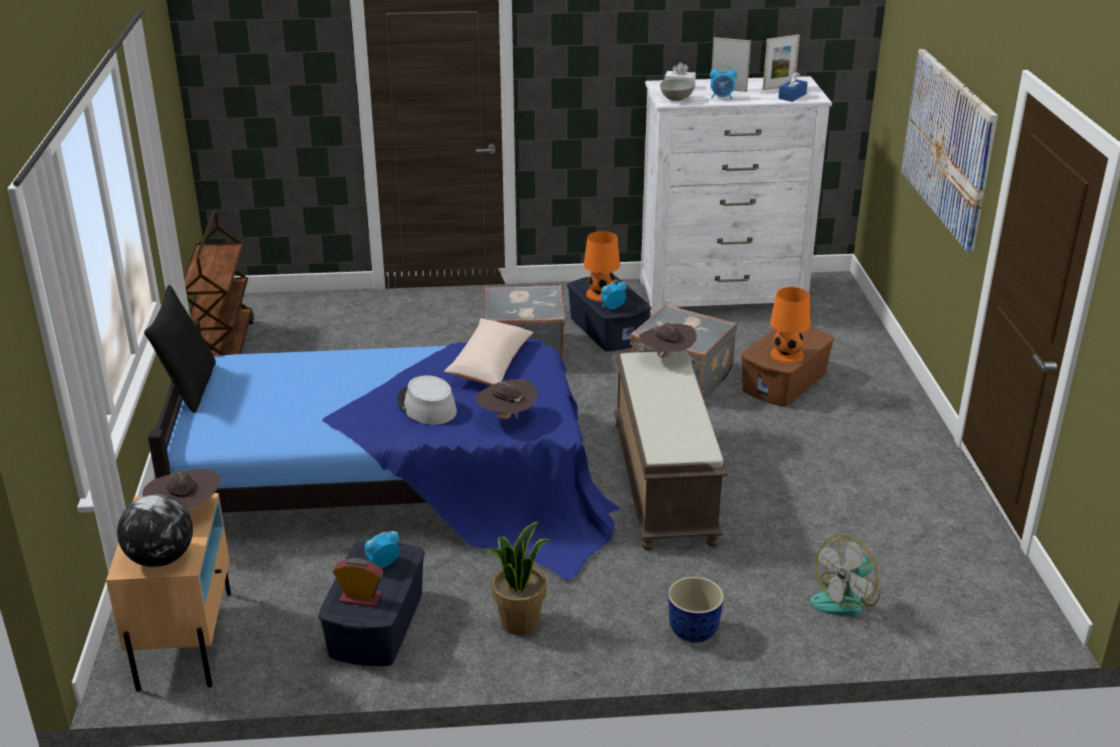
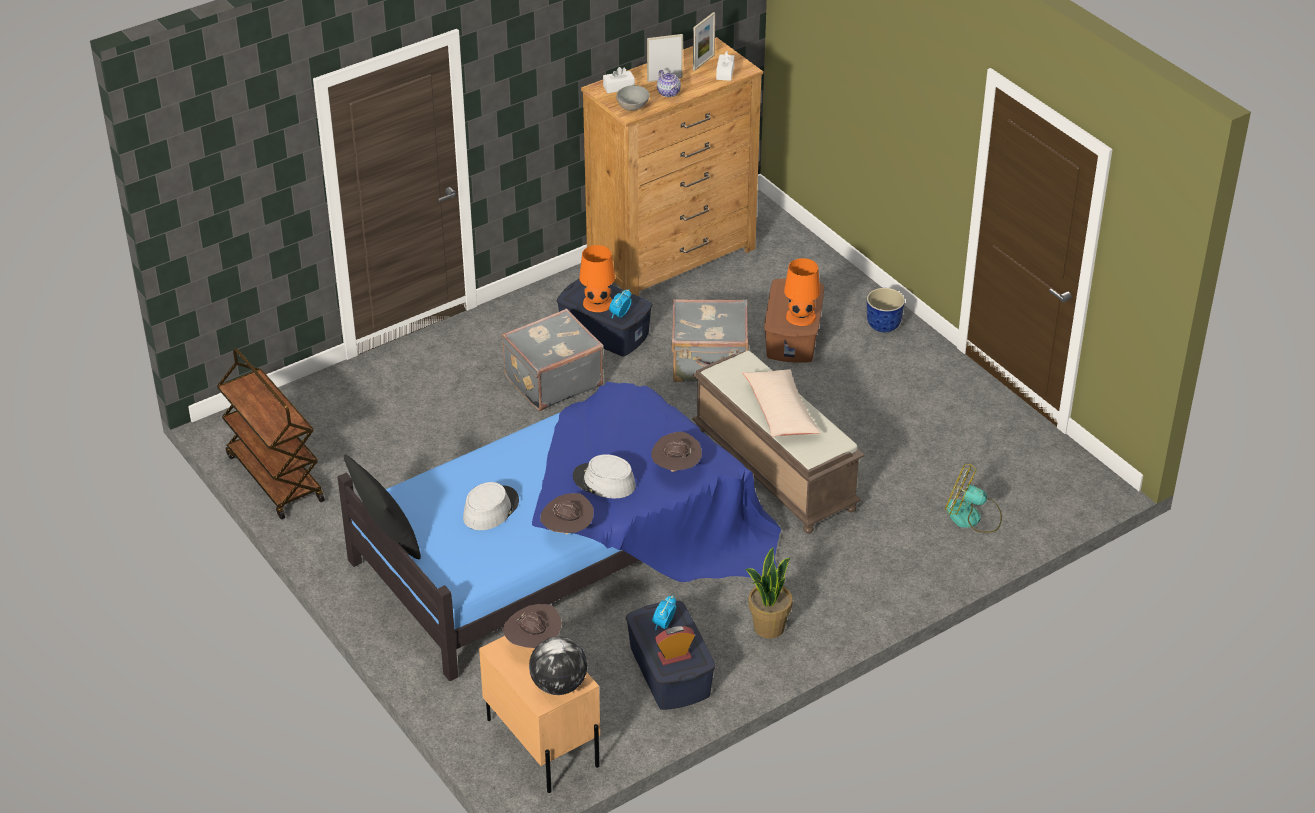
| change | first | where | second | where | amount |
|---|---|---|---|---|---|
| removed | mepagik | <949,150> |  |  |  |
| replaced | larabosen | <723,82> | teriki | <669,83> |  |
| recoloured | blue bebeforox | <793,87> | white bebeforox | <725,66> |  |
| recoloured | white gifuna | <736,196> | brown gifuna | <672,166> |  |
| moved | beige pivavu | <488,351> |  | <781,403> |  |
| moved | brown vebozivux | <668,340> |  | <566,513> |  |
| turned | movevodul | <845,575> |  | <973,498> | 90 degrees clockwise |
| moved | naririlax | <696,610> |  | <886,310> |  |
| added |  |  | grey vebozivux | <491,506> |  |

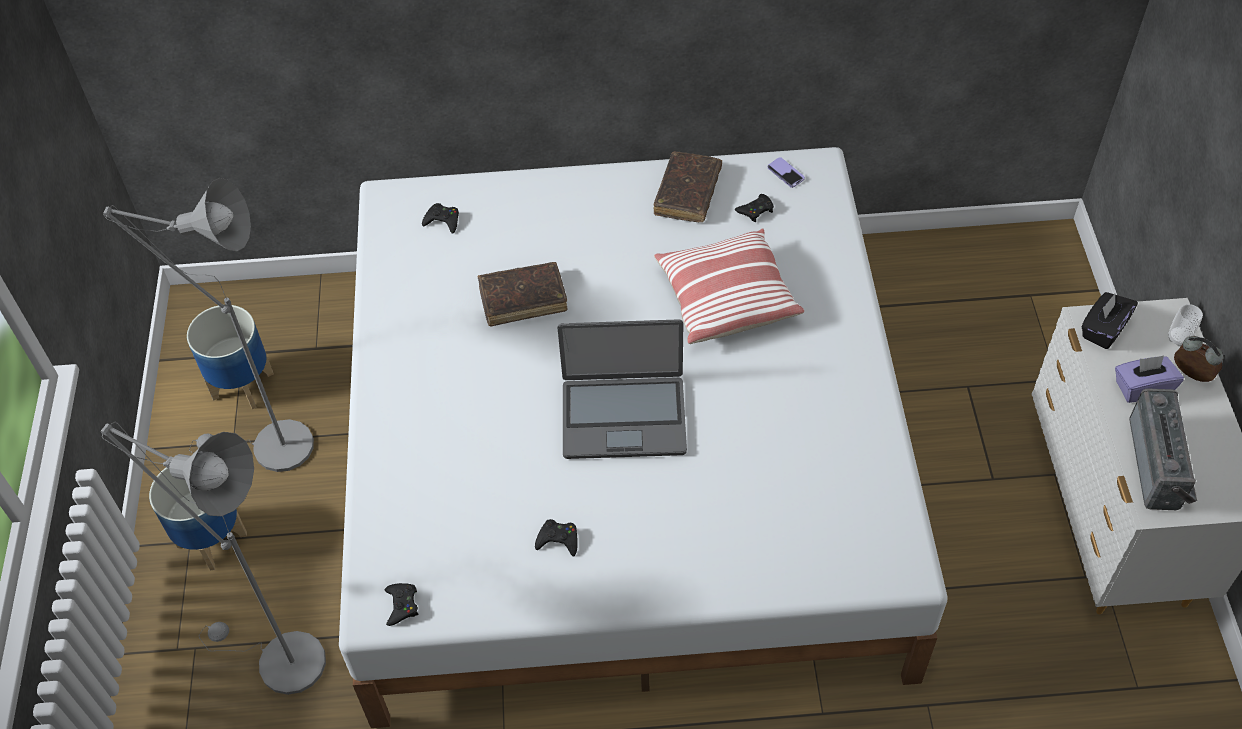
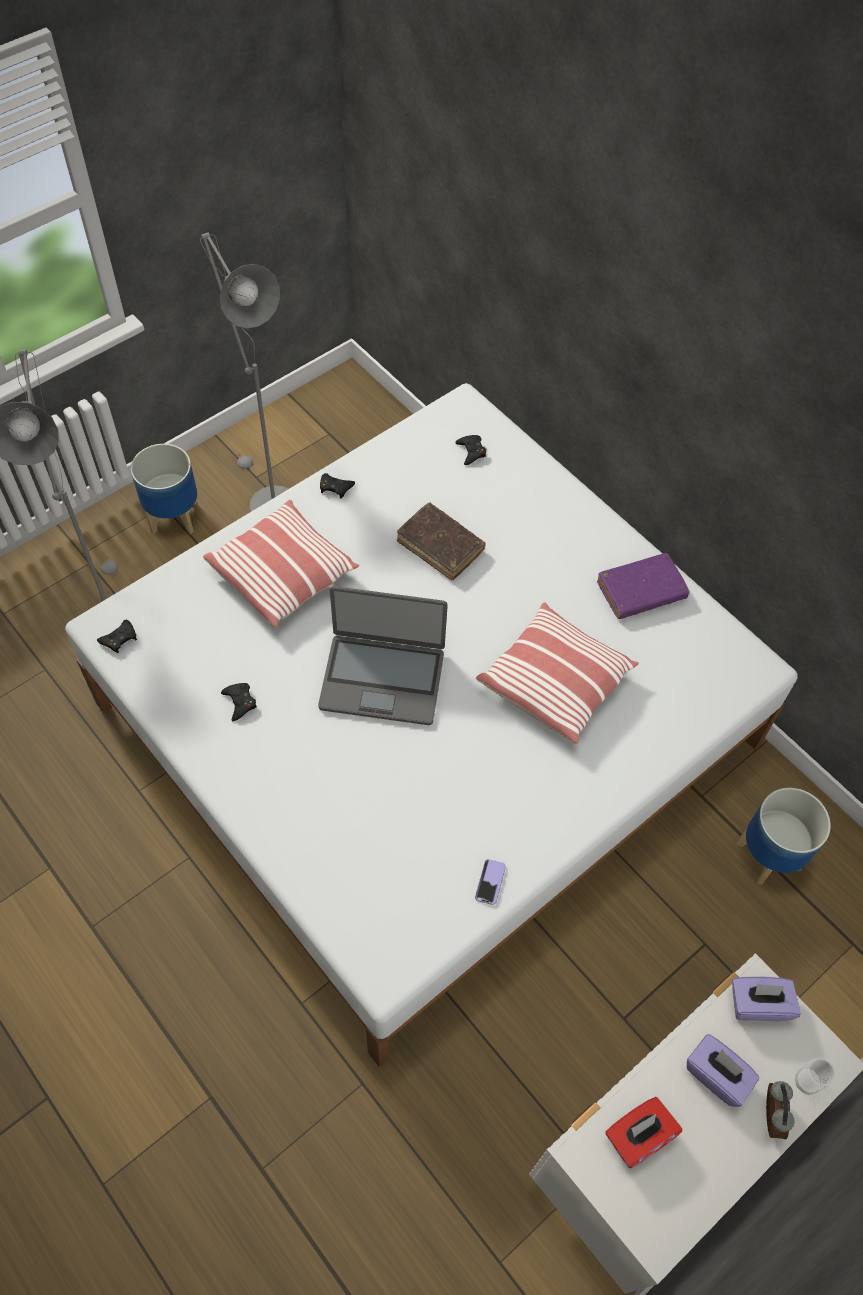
| change | first | where | second | where | amount |
|---|---|---|---|---|---|
| recoloured | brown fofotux | <687,186> | purple fofotux | <643,586> |  |
| moved | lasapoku | <786,172> |  | <490,882> |  |
| moved | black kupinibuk | <754,208> |  | <337,486> |  |
| recoloured | black bebeforox | <1109,320> | purple bebeforox | <766,999> |  |
| moved | naririlax | <230,357> |  | <783,836> |  |
| turned | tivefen | <622,389> |  | <383,655> | 45 degrees counterclockwise |
| replaced | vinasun | <1163,449> | red bebeforox | <643,1133> |  |
| added |  |  | pivavu | <281,564> |  |

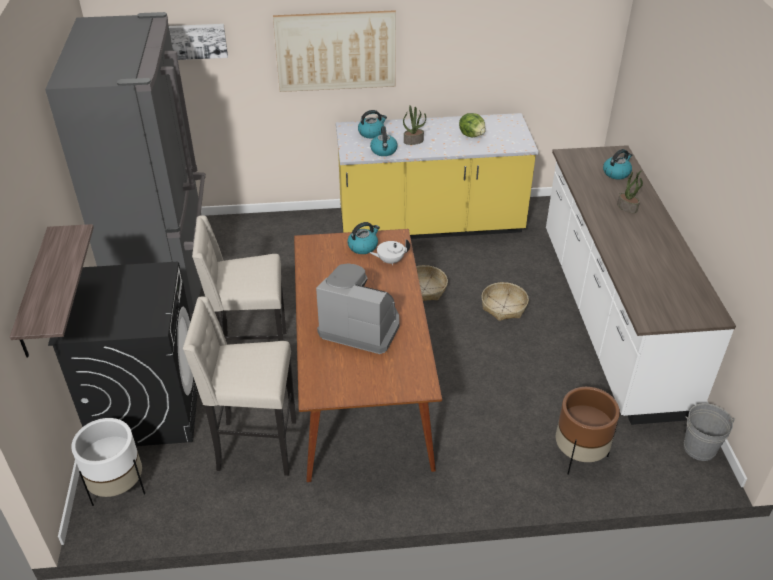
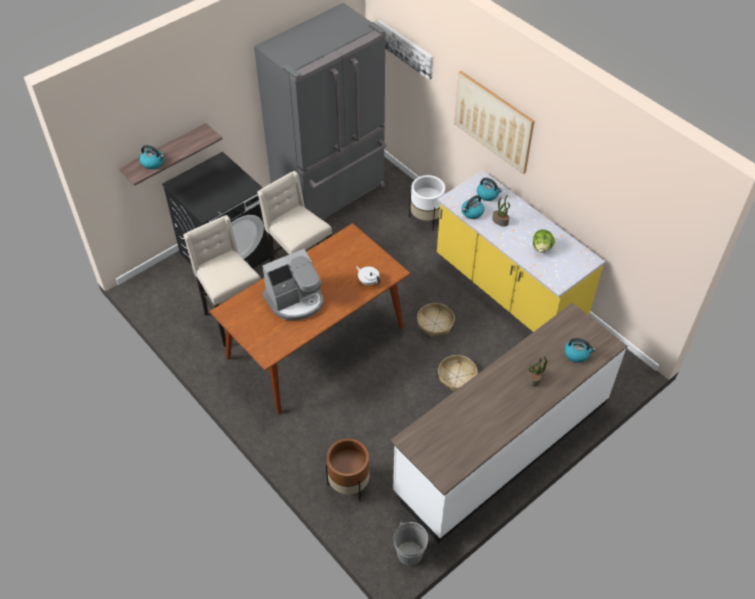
| change | first | where | second | where | amount |
|---|---|---|---|---|---|
| moved | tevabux | <363,238> |  | <152,157> |  |
| turned | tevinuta | <358,308> |  | <292,284> | 75 degrees clockwise |
| moved | white naririlax | <108,462> |  | <427,203> |  |

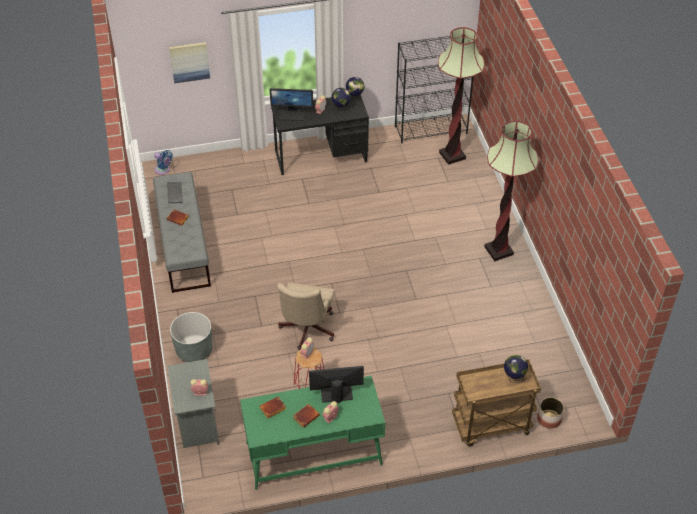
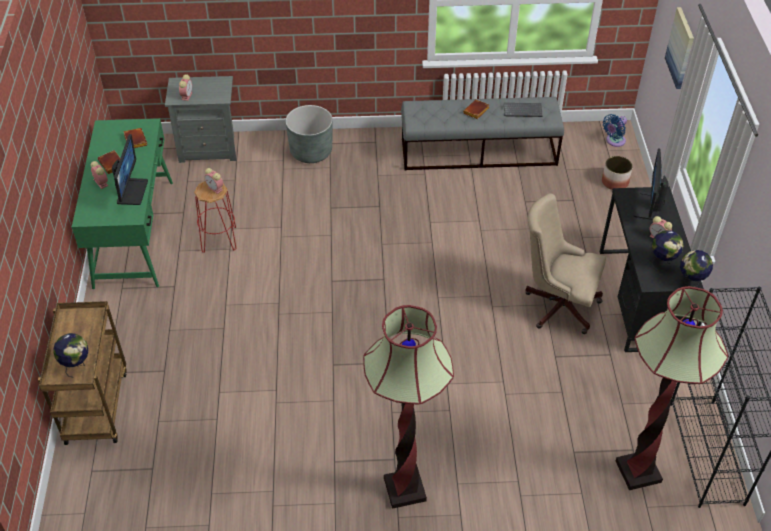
| change | first | where | second | where | amount |
|---|---|---|---|---|---|
| moved | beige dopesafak | <306,316> |  | <565,263> |  |
| moved | naririlax | <550,413> |  | <617,173> |  |

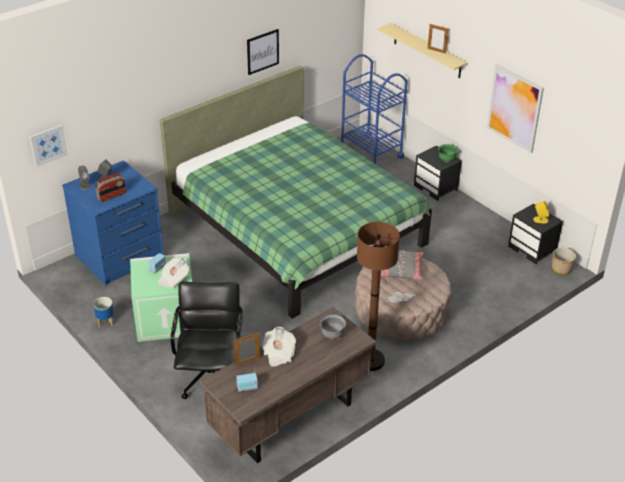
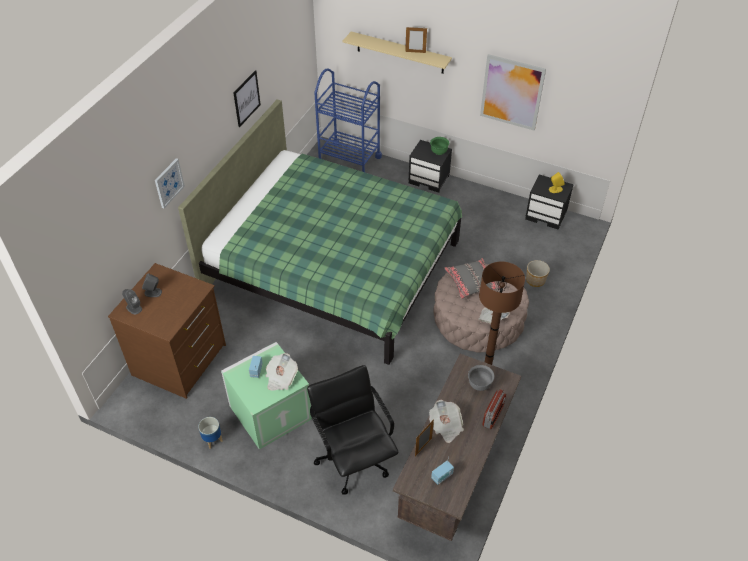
| change | first | where | second | where | amount |
|---|---|---|---|---|---|
| moved | mepagik | <48,146> |  | <170,183> |  |
| recoloured | blue gifuna | <113,223> | brown gifuna | <167,331> |  |
| moved | vinasun | <110,187> |  | <494,409> |  |
| moved | naririlax | <564,261> |  | <538,273> |  |

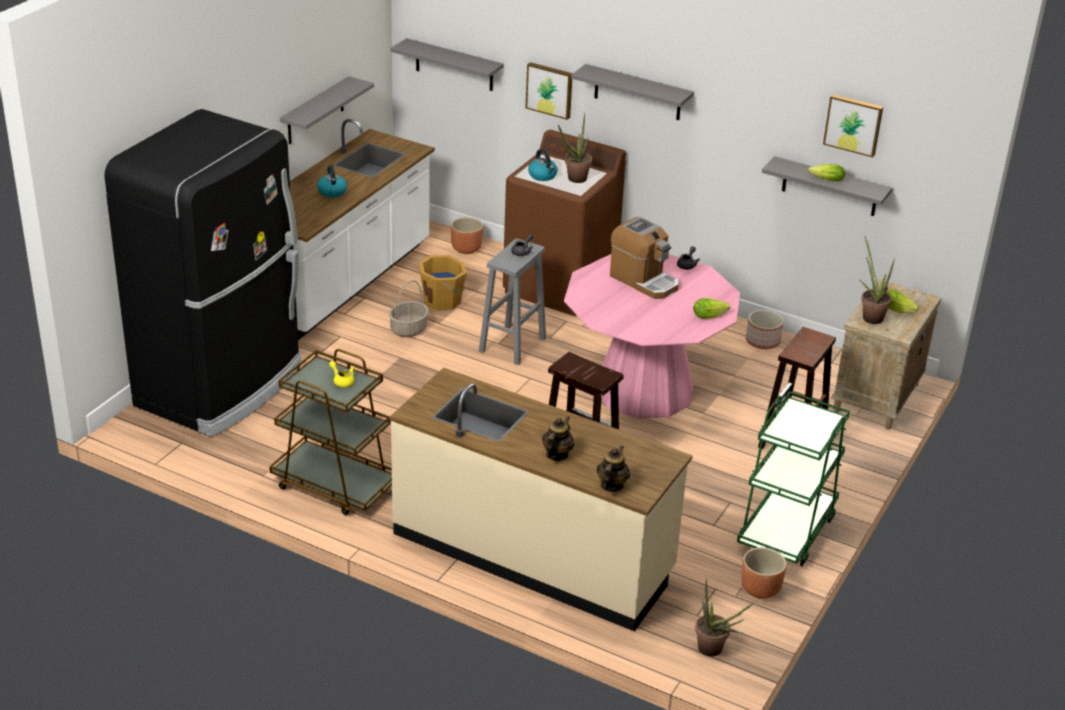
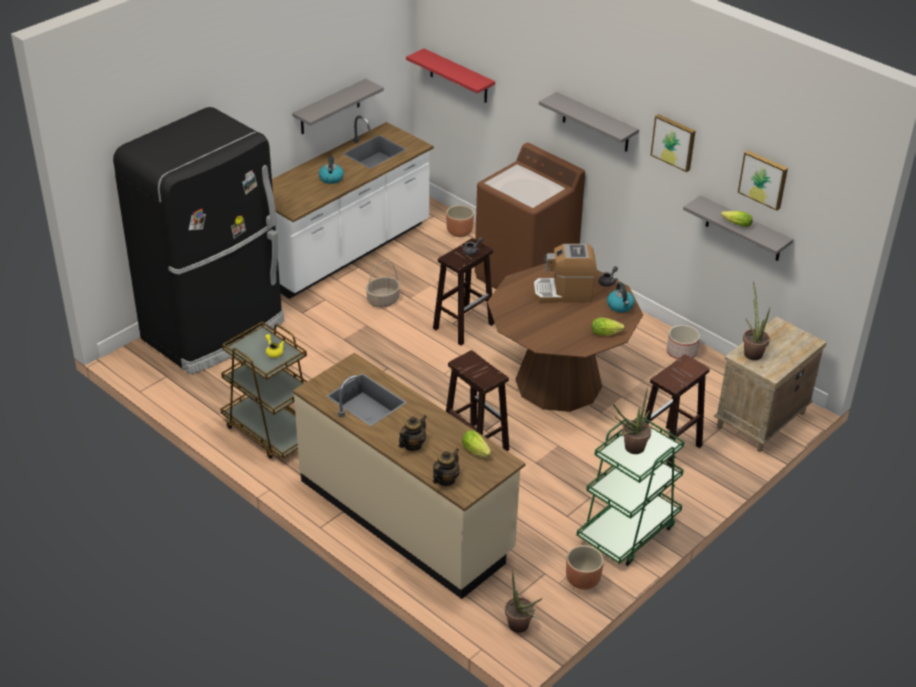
| change | first | where | second | where | amount |
|---|---|---|---|---|---|
| recoloured | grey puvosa | <447,64> | red puvosa | <450,75> |  |
| moved | mepagik | <549,91> |  | <673,143> |  |
| moved | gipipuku | <575,147> |  | <632,420> |  |
| moved | tevabux | <543,165> |  | <621,298> |  |
| turned | tevinuta | <644,258> |  | <565,273> | 120 degrees clockwise |
| recoloured | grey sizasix | <512,301> | brown sizasix | <463,292> |  |
| recoloured | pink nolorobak | <652,336> | brown nolorobak | <565,337> |  |
| removed | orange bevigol | <443,283> |  |  |  |
| moved | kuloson | <903,301> |  | <476,443> |  |

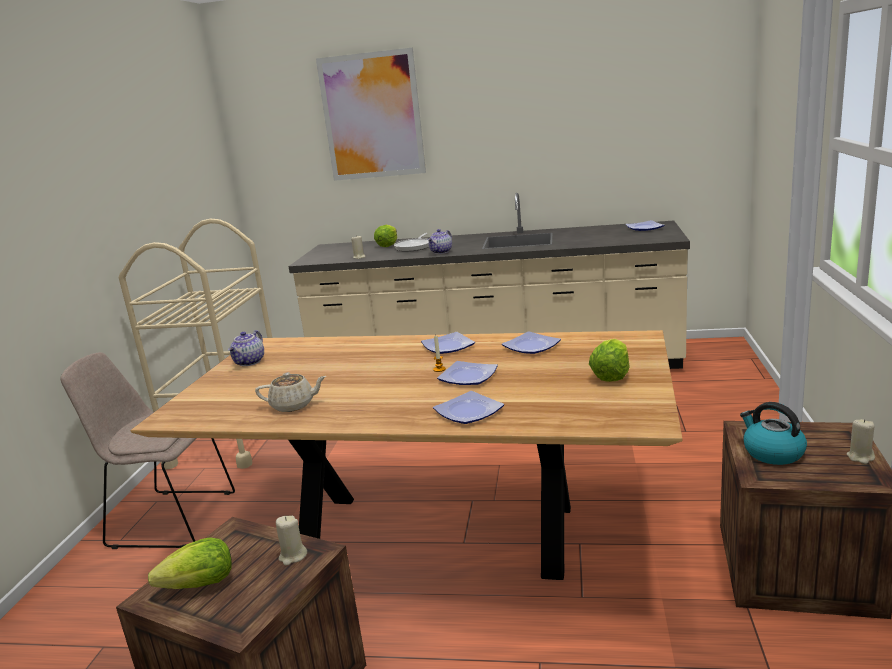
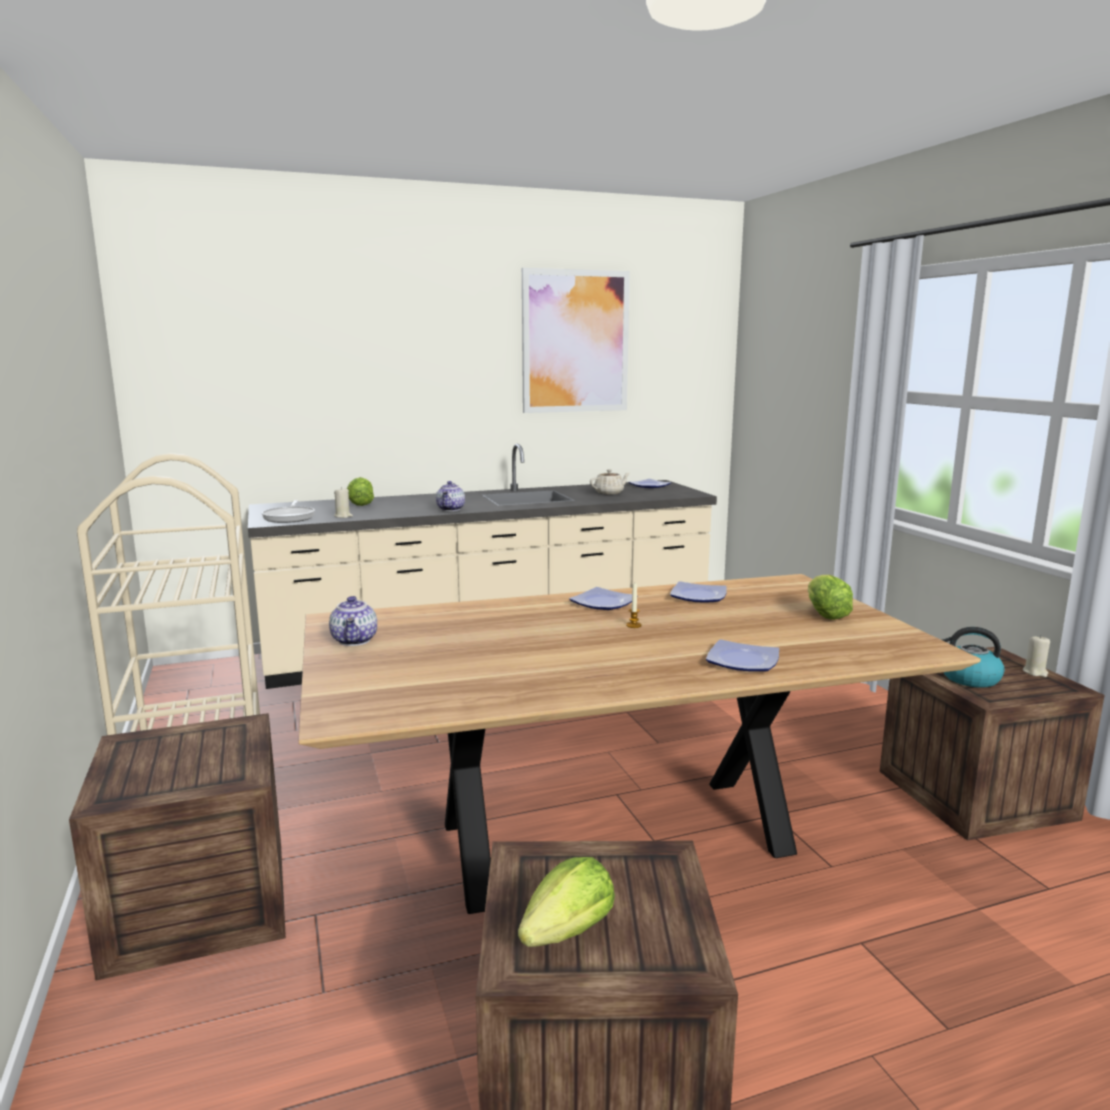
| change | first | where | second | where | amount |
|---|---|---|---|---|---|
| moved | mepagik | <371,114> |  | <576,340> |  |
| moved | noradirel | <411,242> |  | <288,511> |  |
| replaced | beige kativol | <147,450> | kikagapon | <177,847> |  |
| removed | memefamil | <467,373> |  |  |  |
| moved | beige teriki | <290,392> |  | <610,482> |  |
| removed | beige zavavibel | <291,541> |  |  |  |

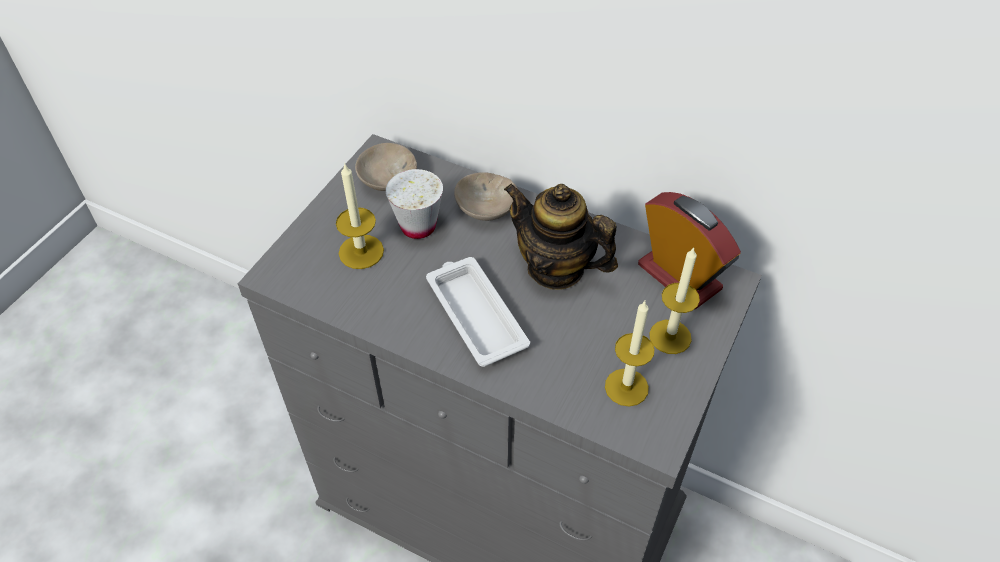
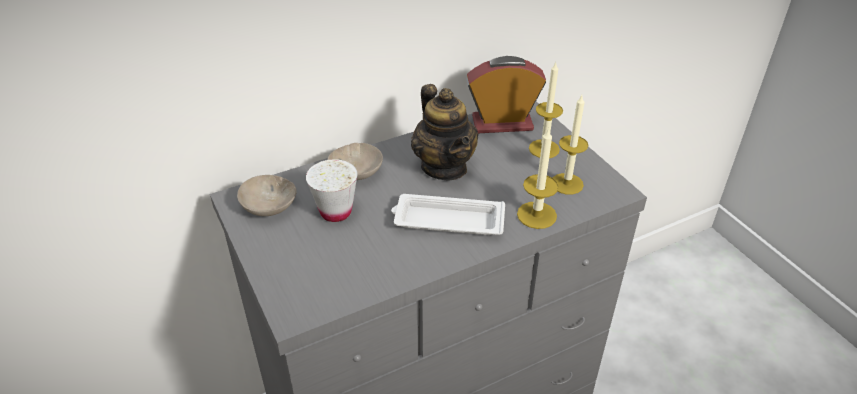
| change | first | where | second | where | amount |
|---|---|---|---|---|---|
| moved | zavavibel | <360,216> |  | <538,178> |  |
| turned | teriki | <561,236> |  | <445,132> | 90 degrees counterclockwise |

